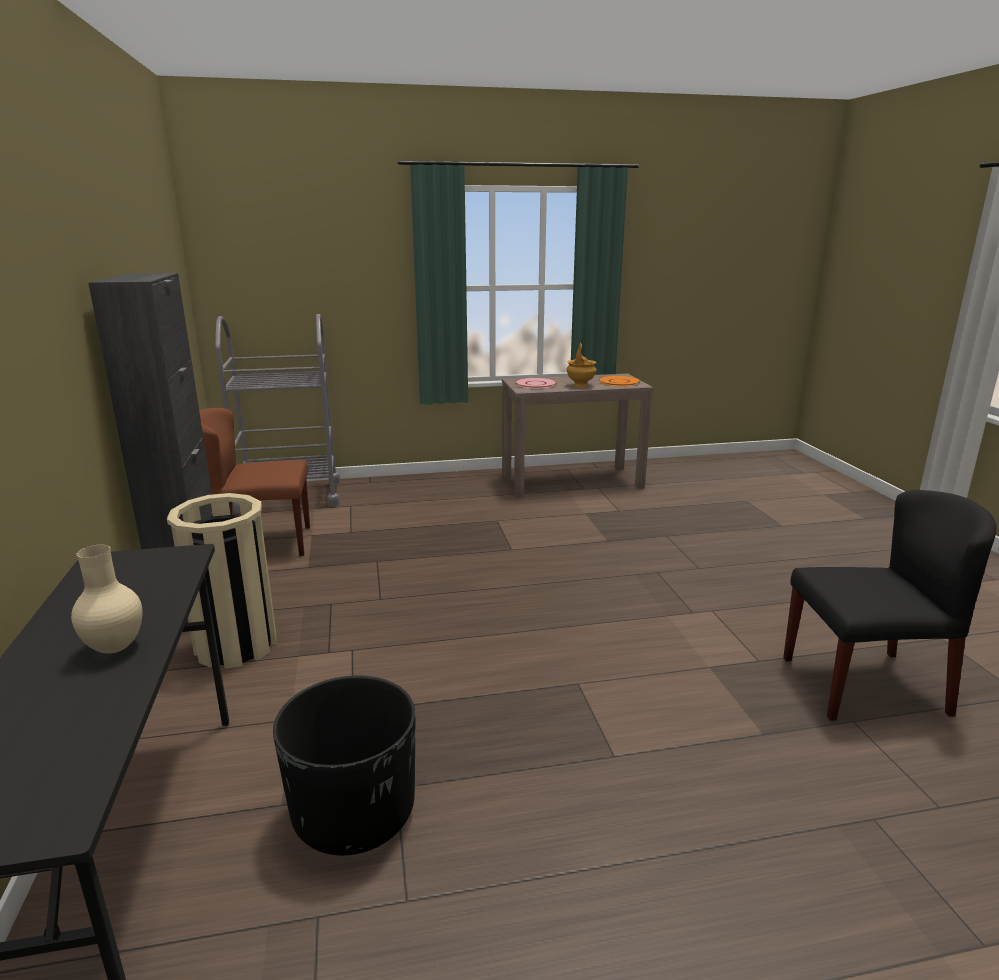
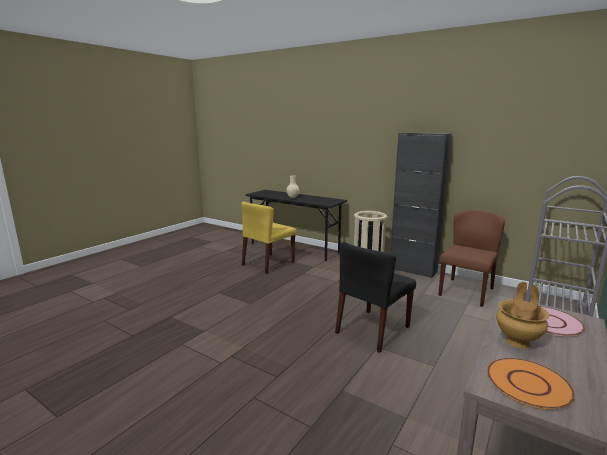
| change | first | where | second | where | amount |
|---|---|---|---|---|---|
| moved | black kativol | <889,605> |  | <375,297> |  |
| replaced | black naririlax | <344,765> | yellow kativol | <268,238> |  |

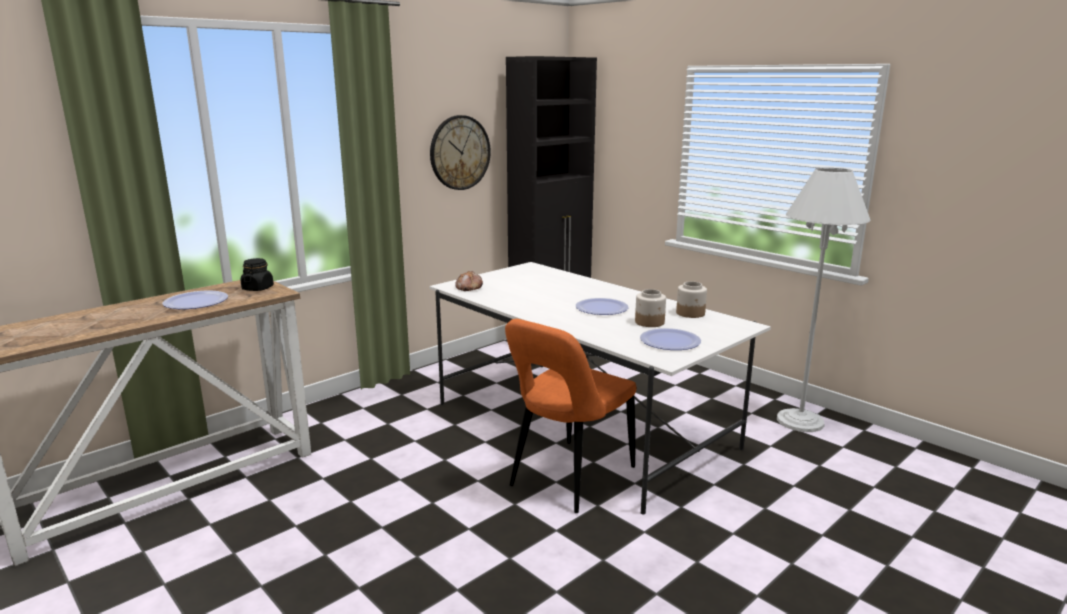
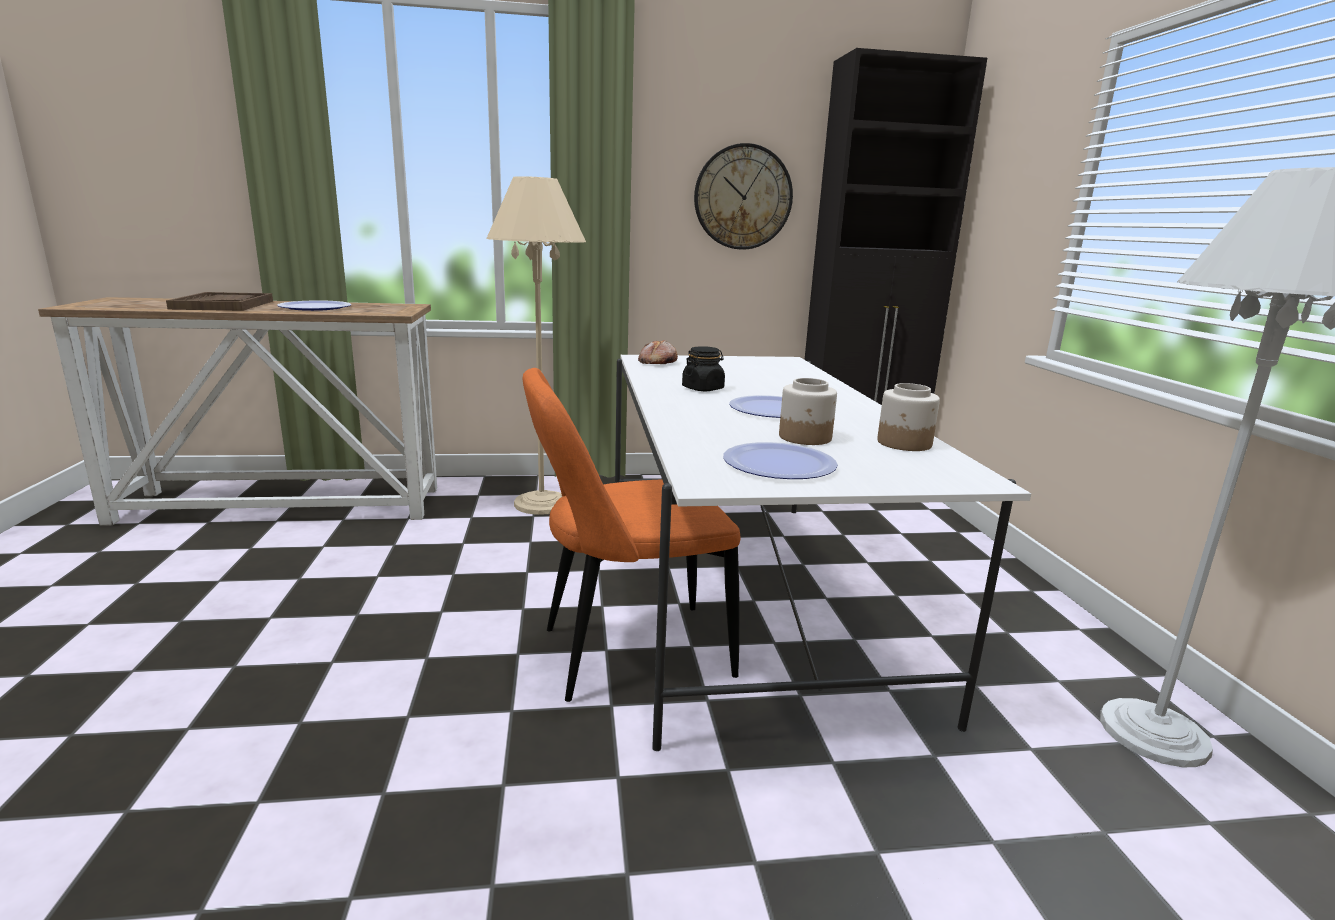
| change | first | where | second | where | amount |
|---|---|---|---|---|---|
| moved | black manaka | <257,274> |  | <703,368> |  |
| added |  |  | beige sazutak | <536,345> |  |
| added |  |  | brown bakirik | <219,301> |  |

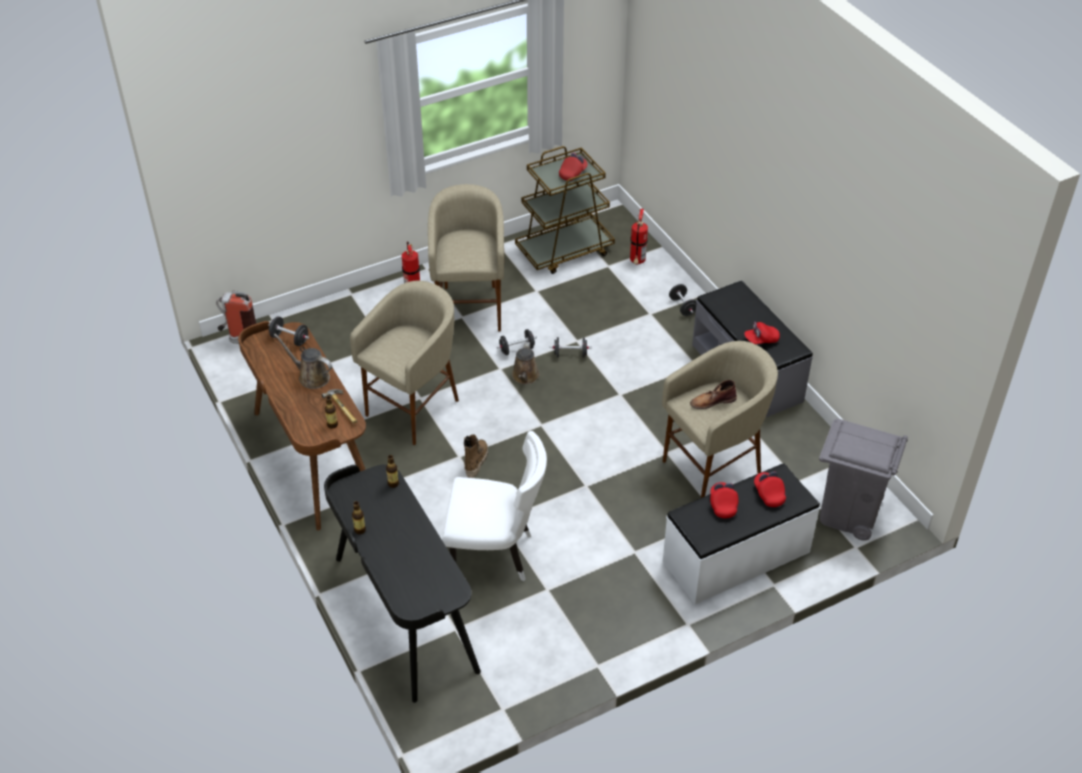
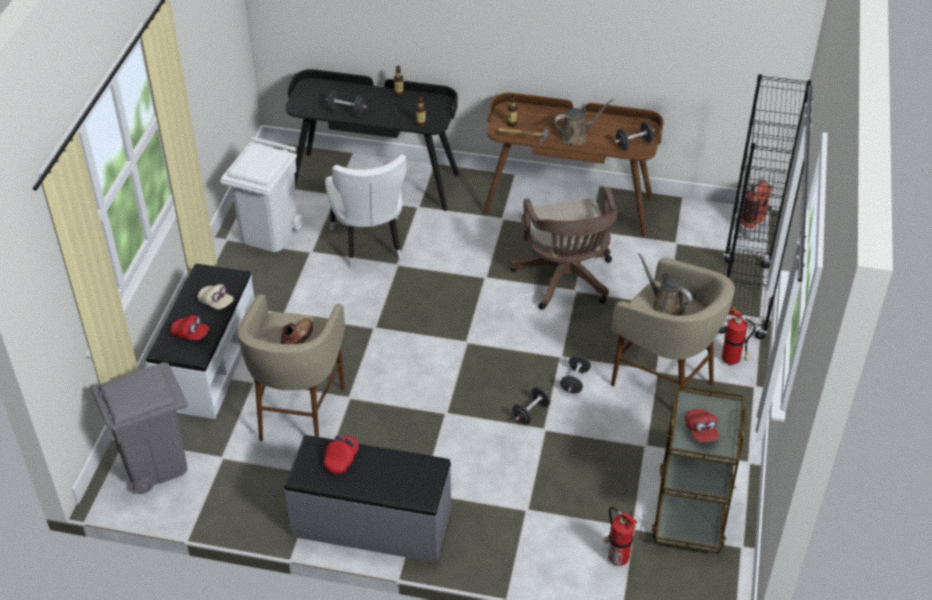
| change | first | where | second | where | amount |
|---|---|---|---|---|---|
| replaced | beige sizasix | <404,363> | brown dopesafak | <564,248> |  |
| moved | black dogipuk | <683,300> |  | <346,103> |  |
| moved | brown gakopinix | <526,363> |  | <665,284> |  |
| turned | white kativol | <494,506> |  | <366,211> | 60 degrees counterclockwise |
| removed | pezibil | <476,456> |  |  |  |
| recoloured | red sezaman | <724,500> | beige sezaman | <216,296> |  |
| added |  |  | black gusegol | <765,206> |  |
| added |  |  | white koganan | <261,194> |  |

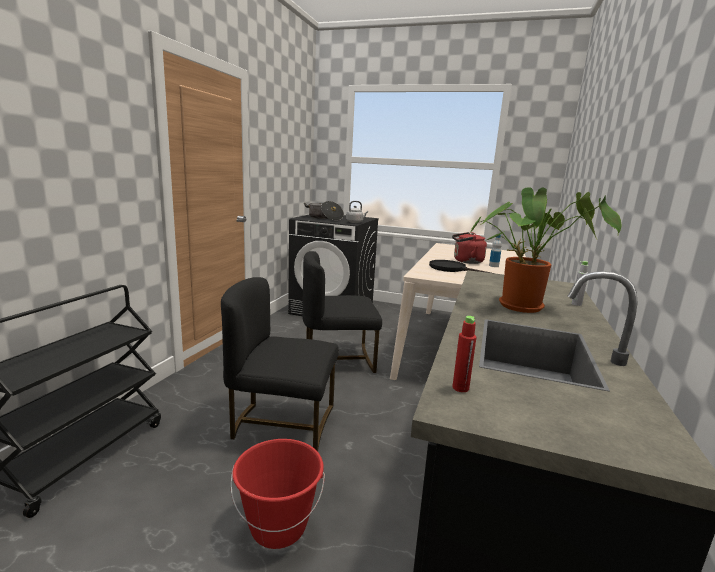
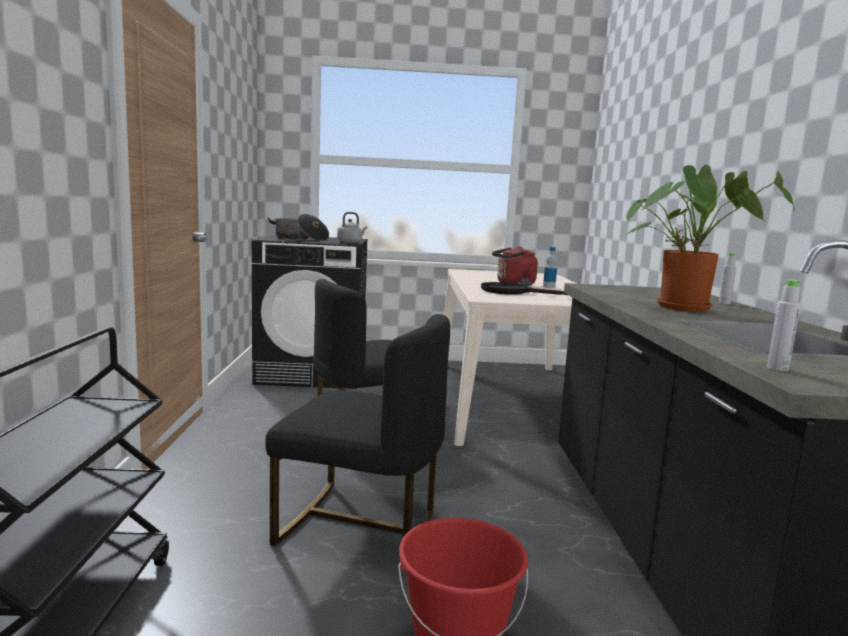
| change | first | where | second | where | amount |
|---|---|---|---|---|---|
| turned | black kativol | <280,364> |  | <357,430> | 150 degrees counterclockwise |
| recoloured | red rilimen | <464,354> | grey rilimen | <785,325> |  |

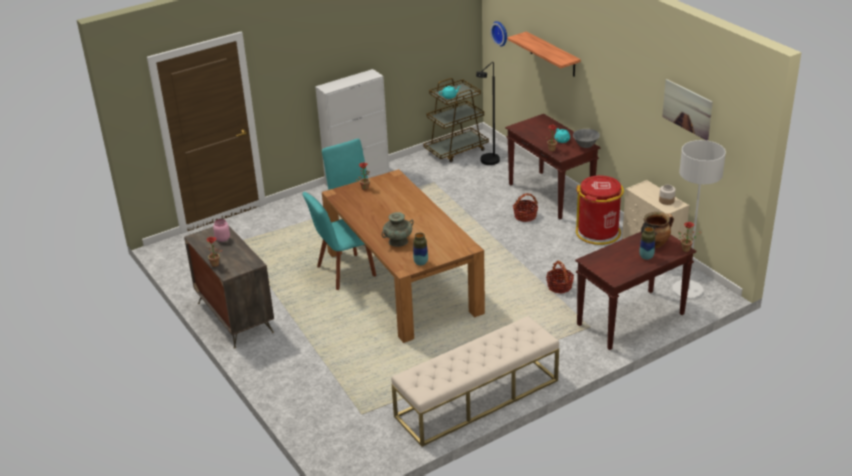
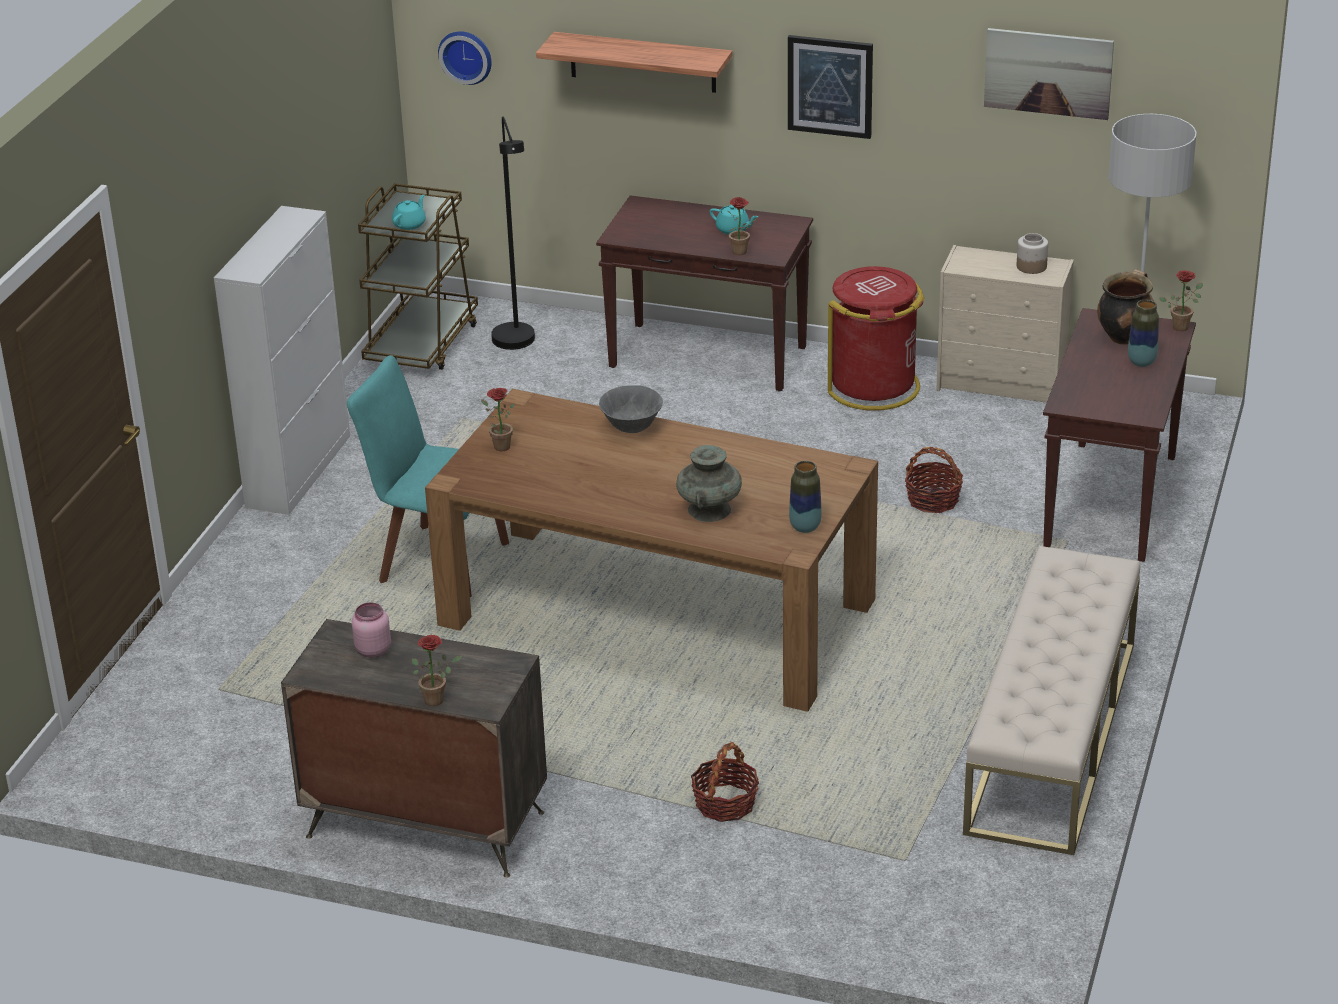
| change | first | where | second | where | amount |
|---|---|---|---|---|---|
| moved | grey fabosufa | <586,138> |  | <631,409> |  |
| removed | turquoise kativol | <339,241> |  |  |  |
| moved | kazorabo | <525,207> |  | <725,782> |  |
| added |  |  | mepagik | <830,87> |  |

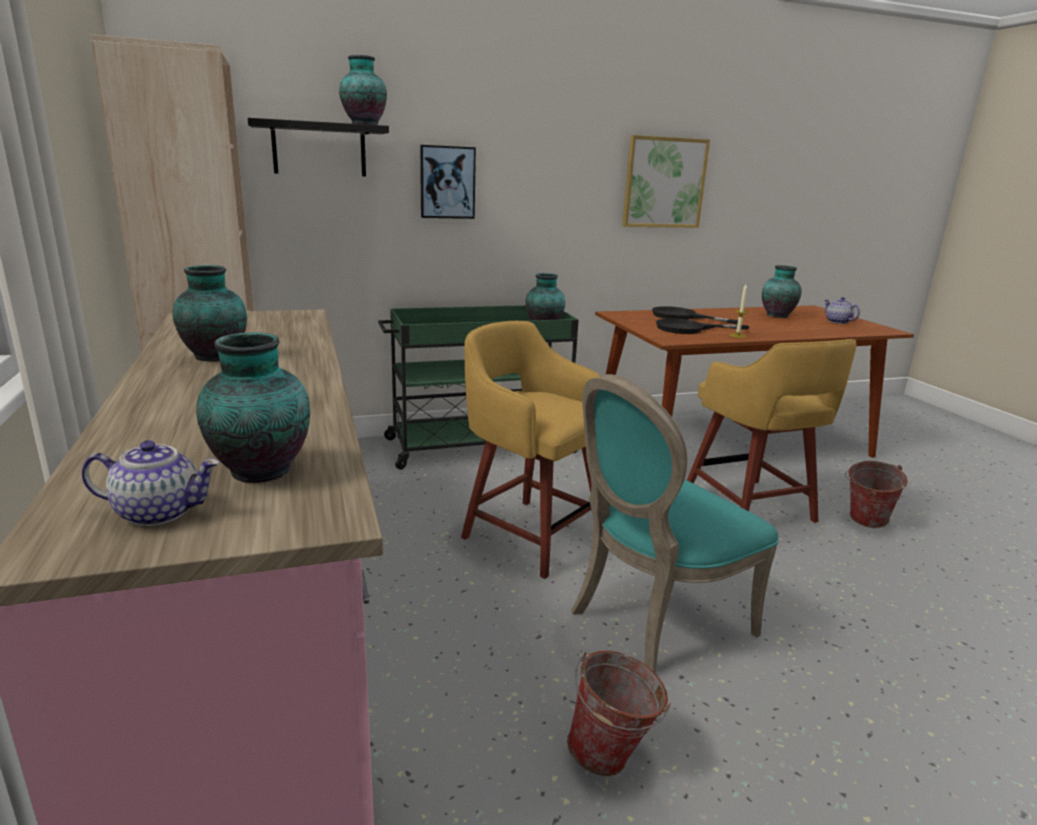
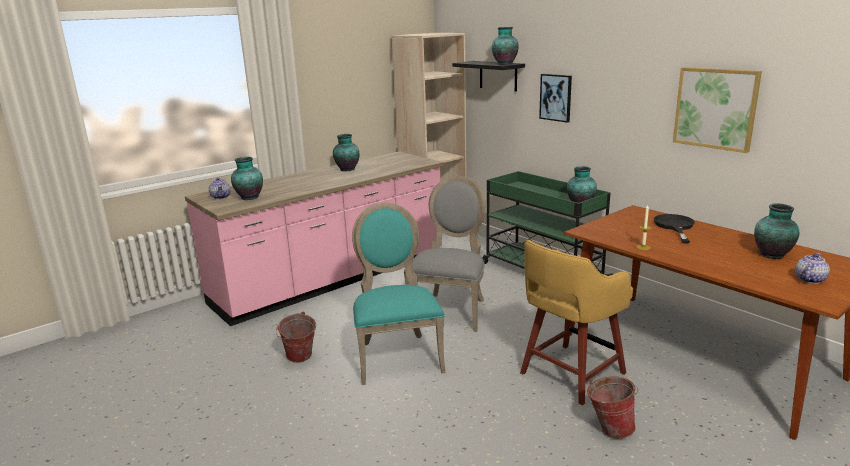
| change | first | where | second | where | amount |
|---|---|---|---|---|---|
| removed | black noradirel | <702,326> |  |  |  |
| replaced | yellow sizasix | <531,450> | grey kativol | <445,254> |  |
| turned | turquoise kativol | <675,523> |  | <398,294> | 45 degrees clockwise |

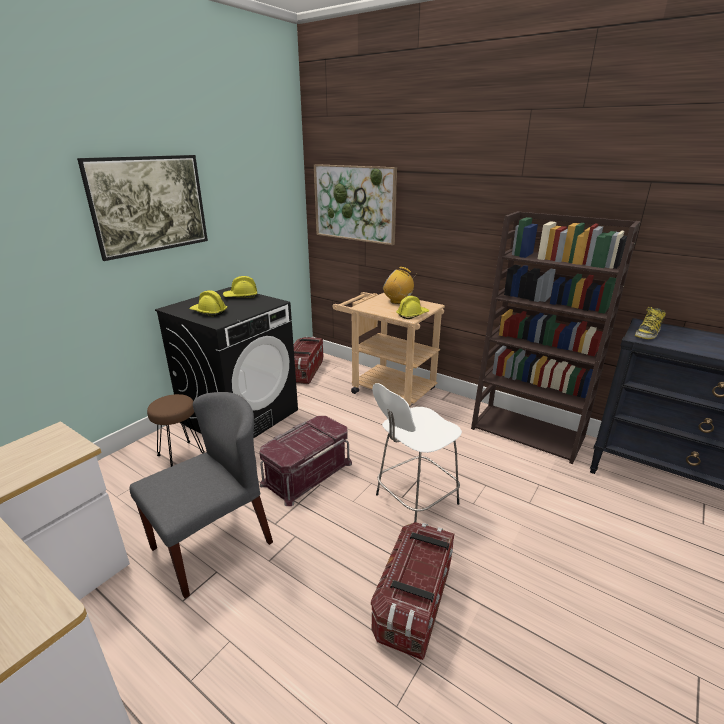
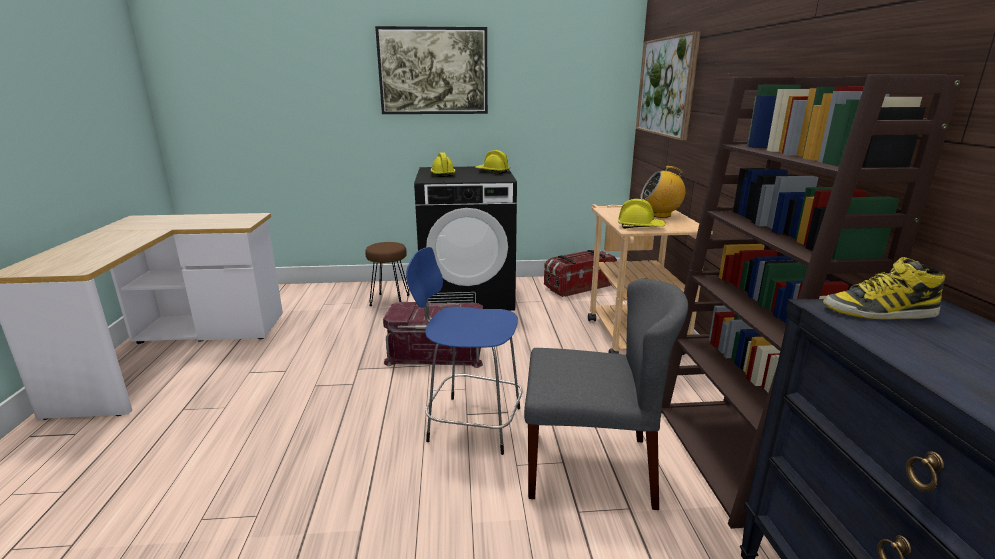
| change | first | where | second | where | amount |
|---|---|---|---|---|---|
| turned | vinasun | <399,285> |  | <663,192> | 75 degrees counterclockwise |
| recoloured | white sizasix | <417,452> | blue sizasix | <464,351> |  |
| moved | grey kativol | <201,495> |  | <606,394> |  |
| removed | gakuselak | <412,591> |  |  |  |

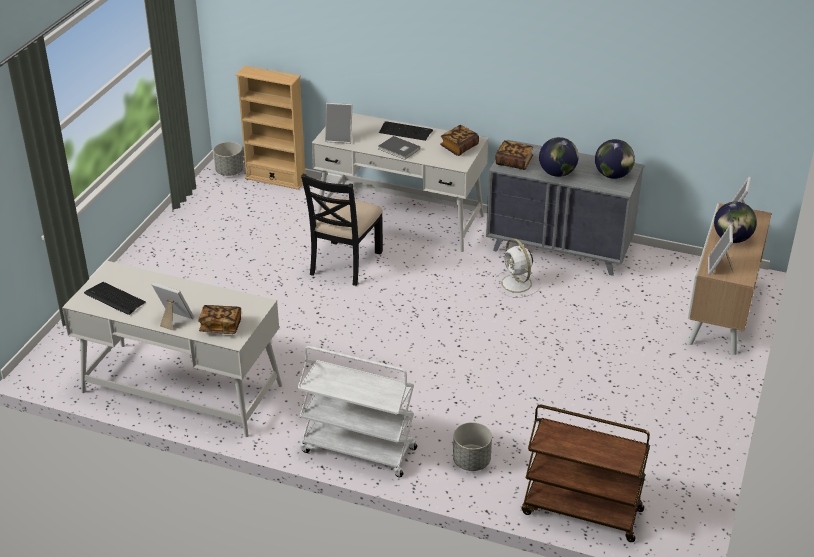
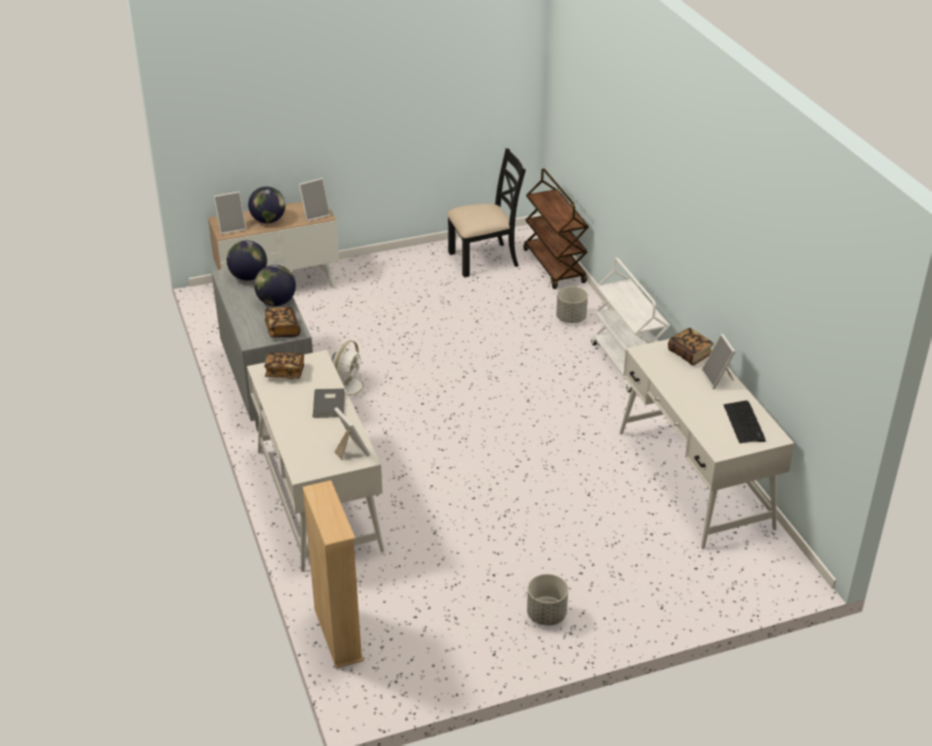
| change | first | where | second | where | amount |
|---|---|---|---|---|---|
| removed | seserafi | <406,131> |  |  |  |
| moved | grey naririlax | <228,159> |  | <547,600> |  |
| moved | black kativol | <342,230> |  | <486,212> |  |

